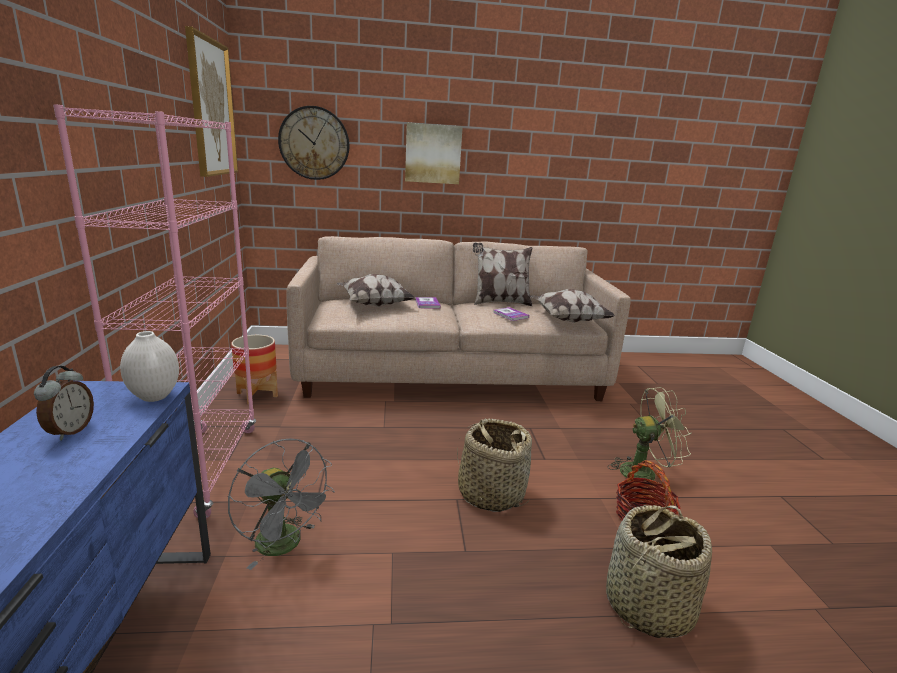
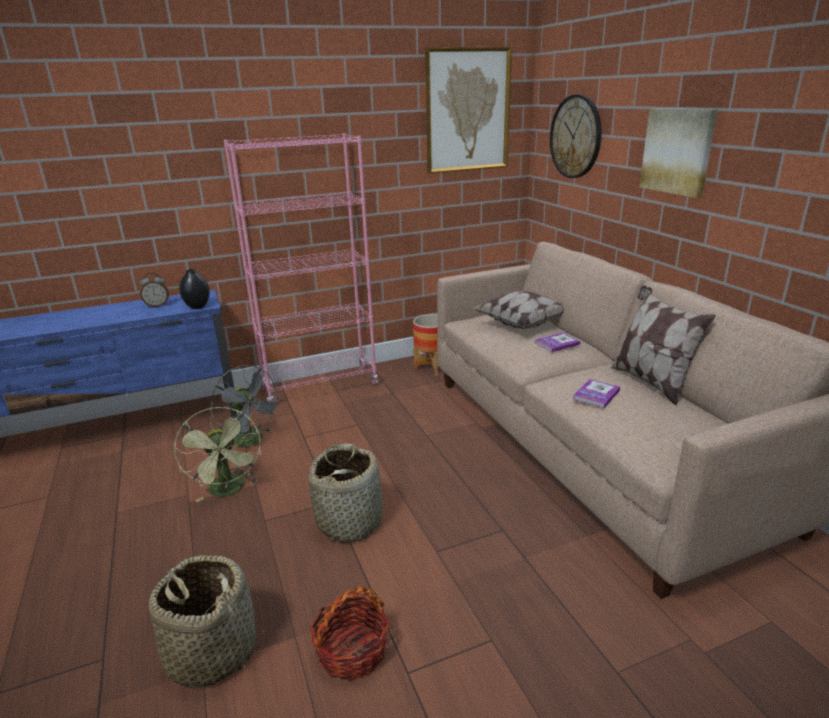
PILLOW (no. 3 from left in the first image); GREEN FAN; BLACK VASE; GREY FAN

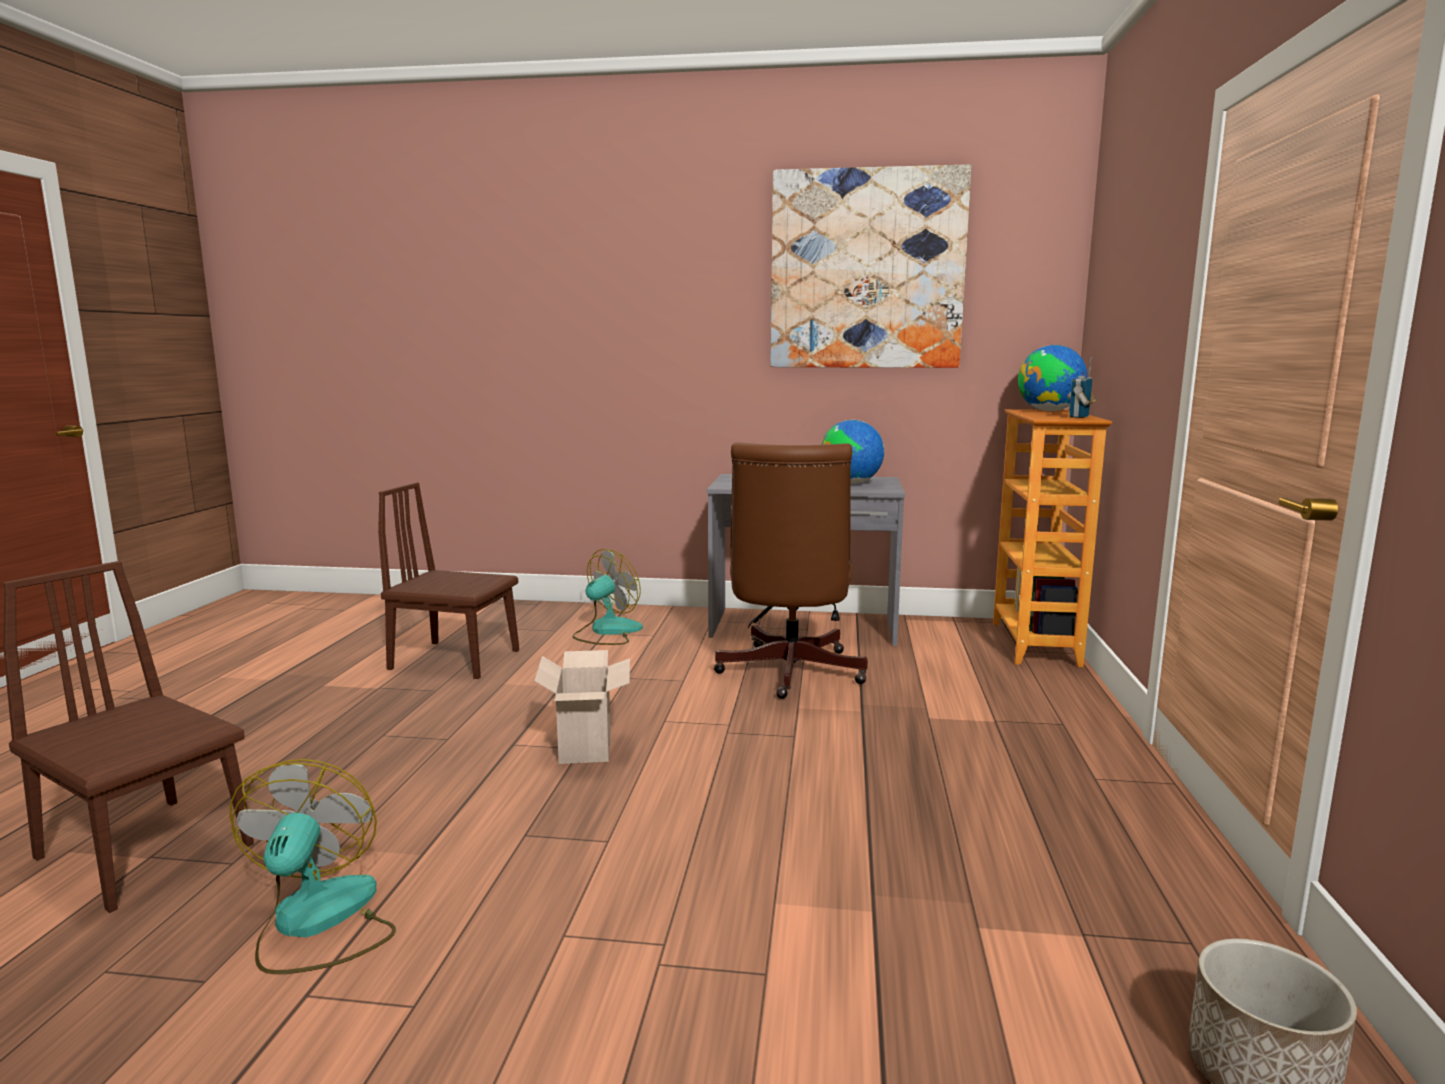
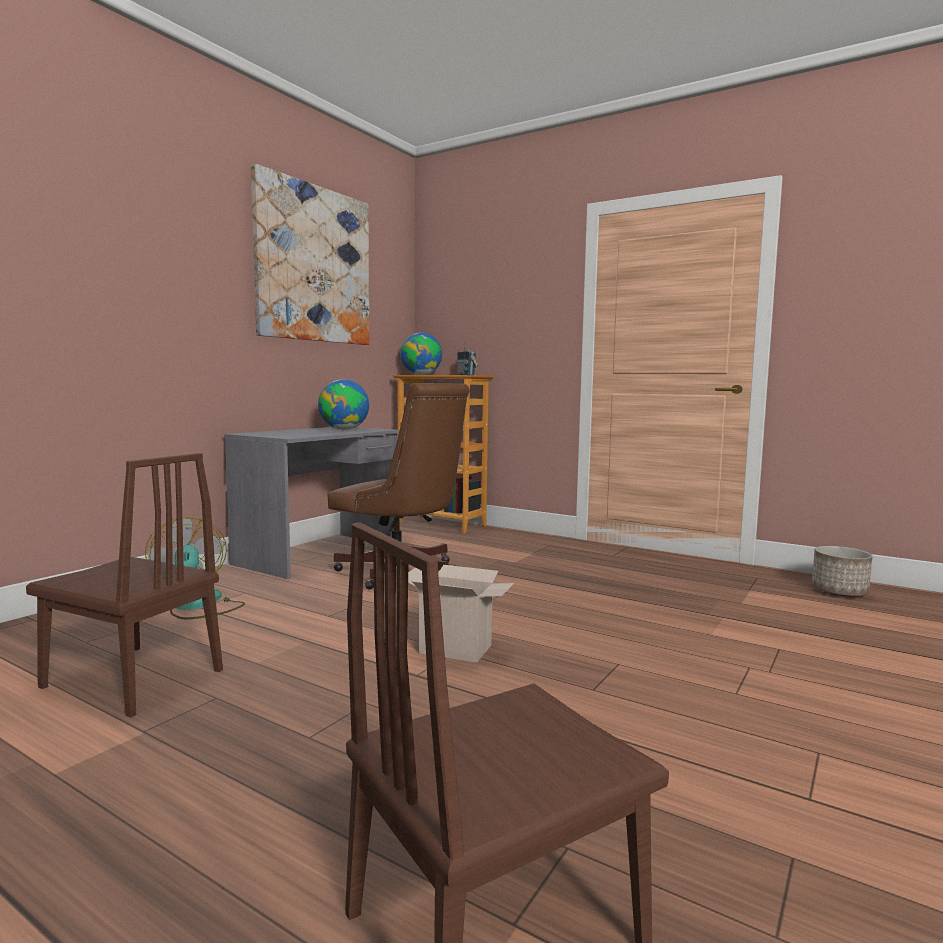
FAN (no. 1 from left in the first image); BROWN CHAIR (no. 1 from left)

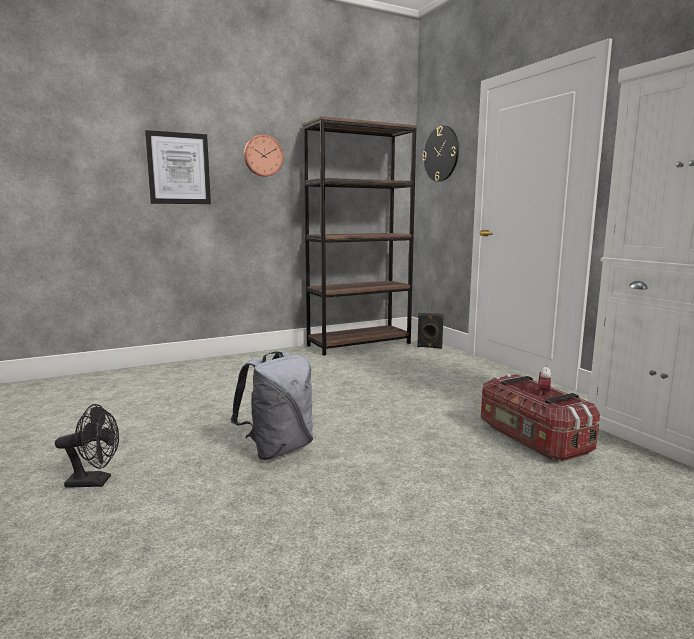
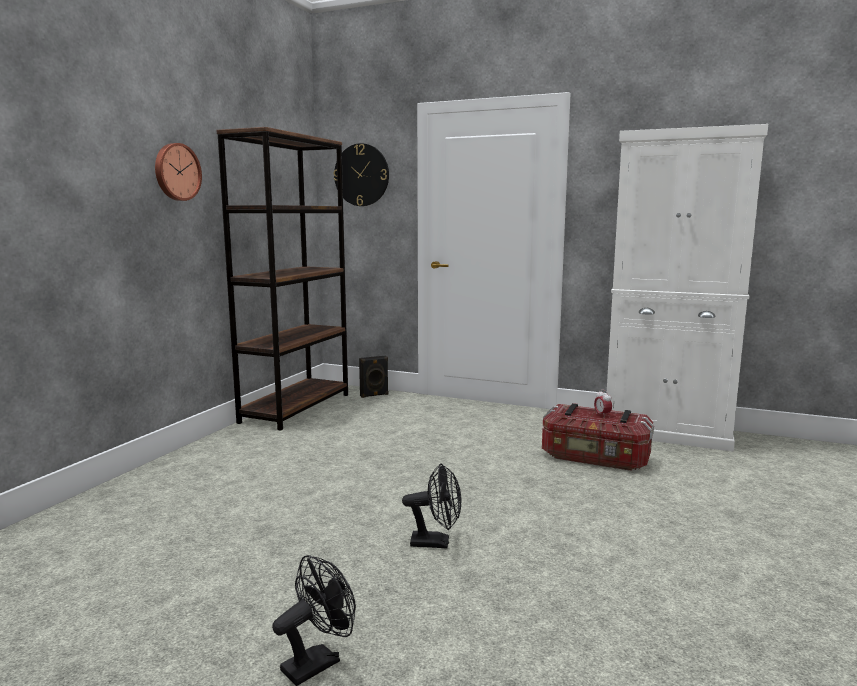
PICTURE; BLACK FAN (no. 2 from left)

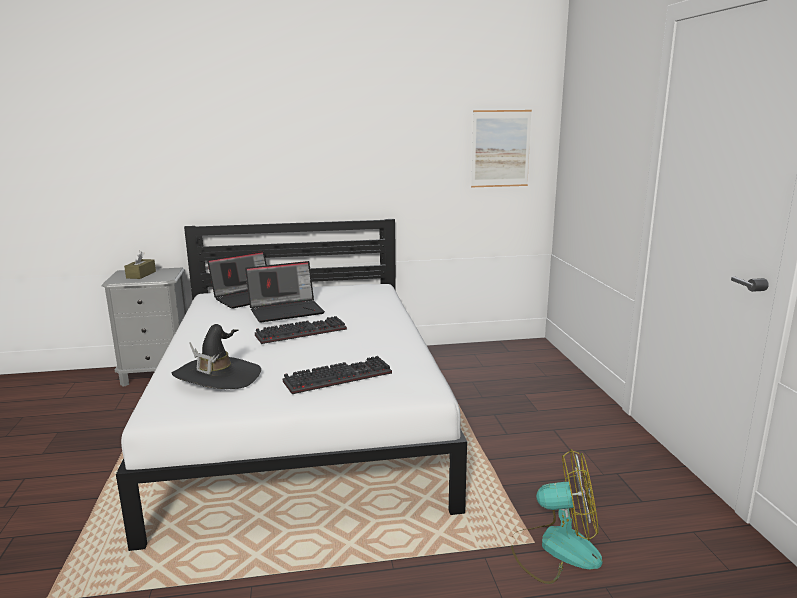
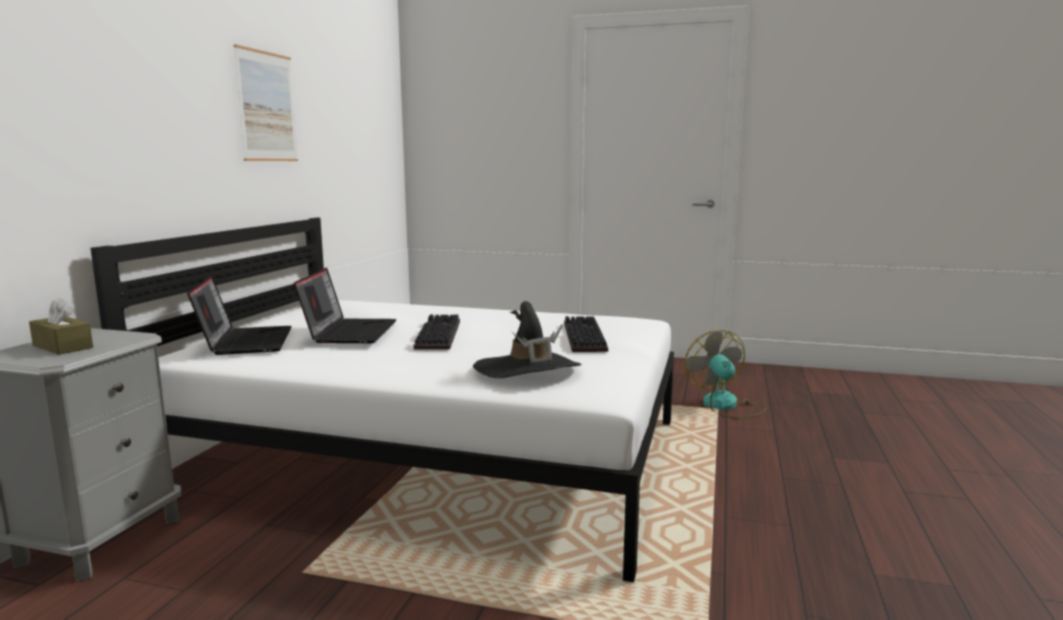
PICTURE; FAN

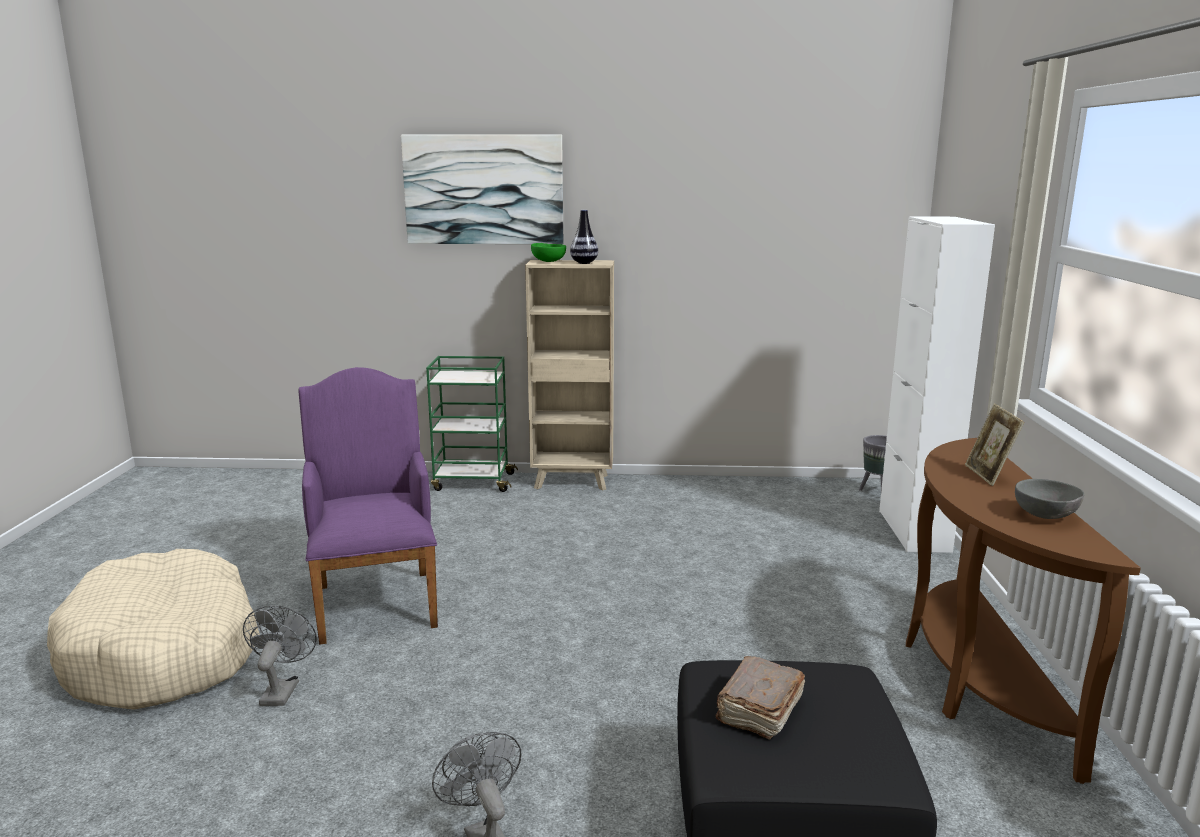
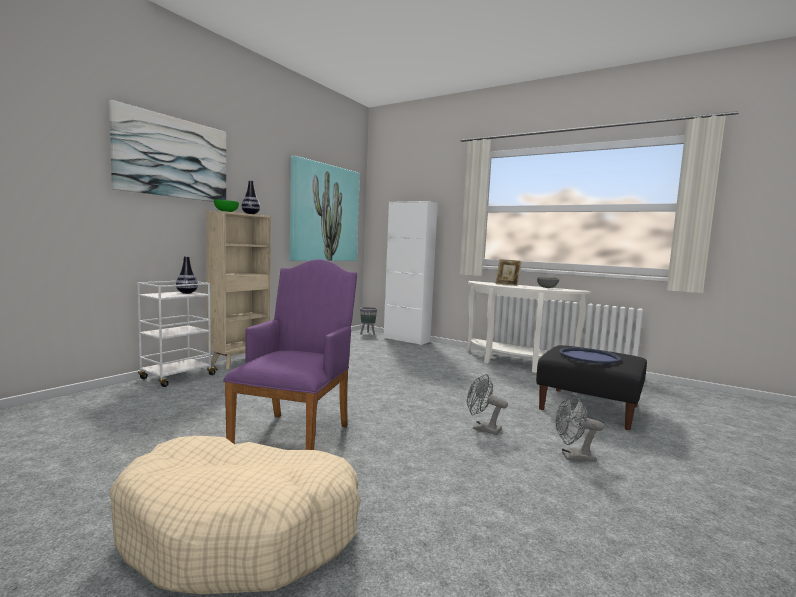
VASE (no. 1 from left); PICTURE (no. 2 from left); GREY FAN (no. 1 from left); BLUE TRAY; WHITE CART; WHITE CONSOLE TABLE; PURPLE ARMCHAIR

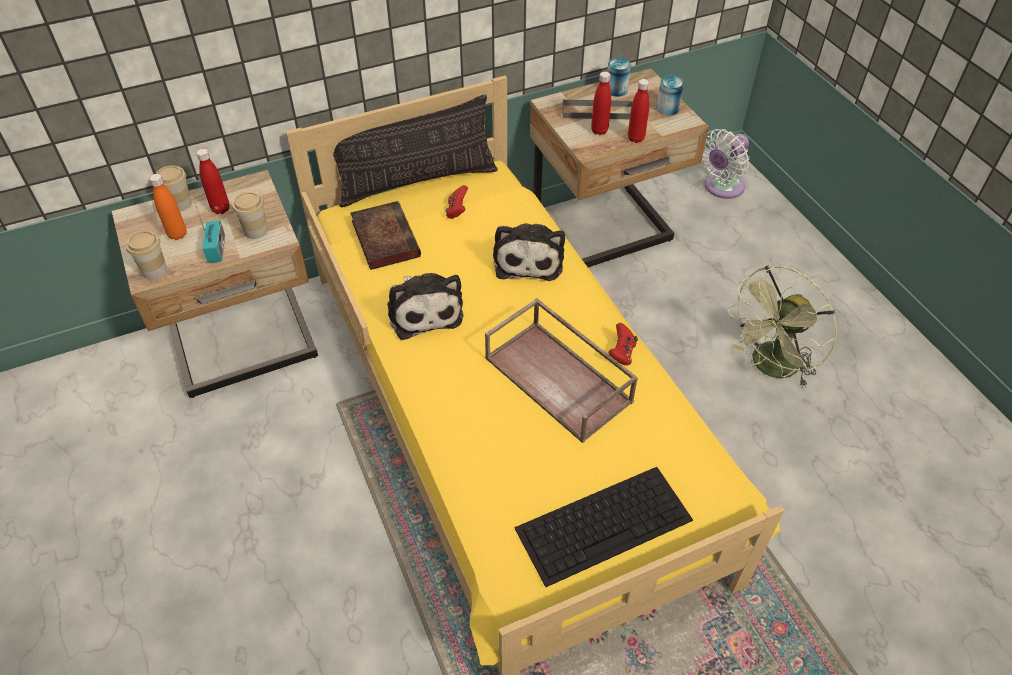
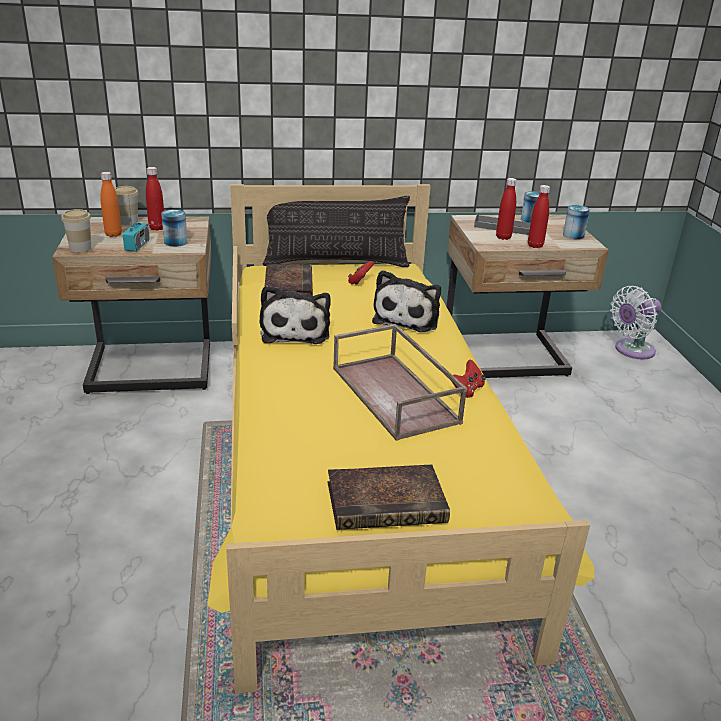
GREEN FAN; CAN (no. 1 from left); BOOK (no. 2 from left)

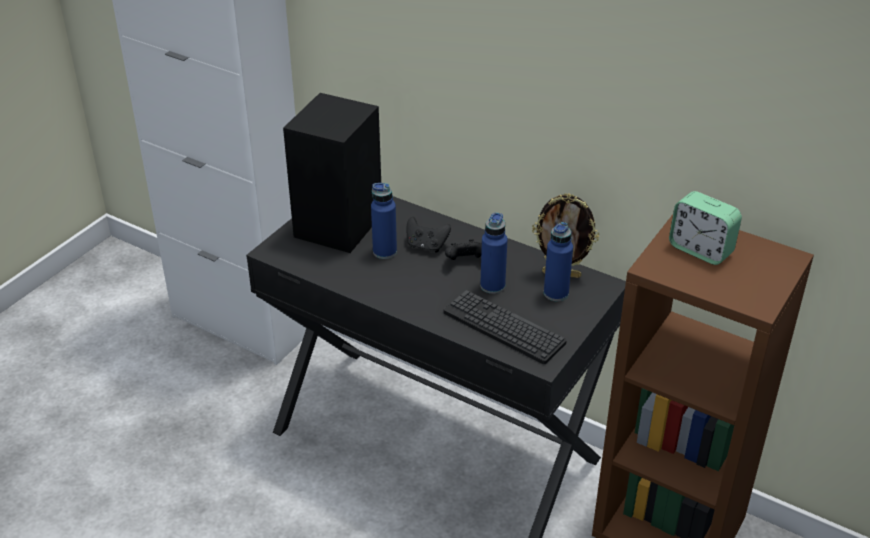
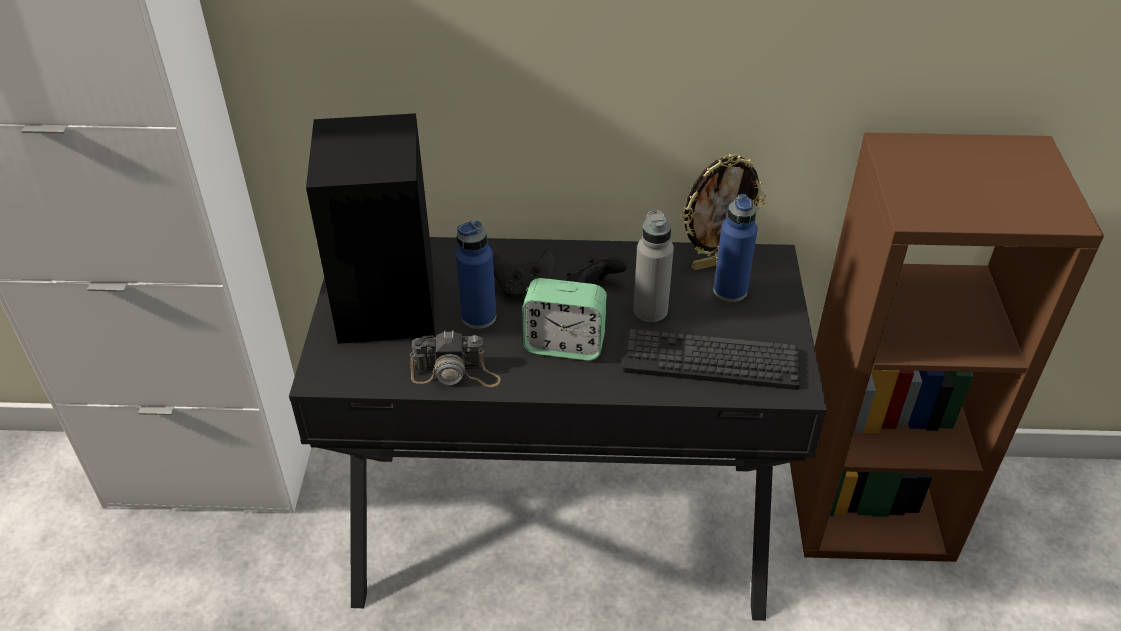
PHOTO CAMERA; ALARM CLOCK; GREY BOTTLE

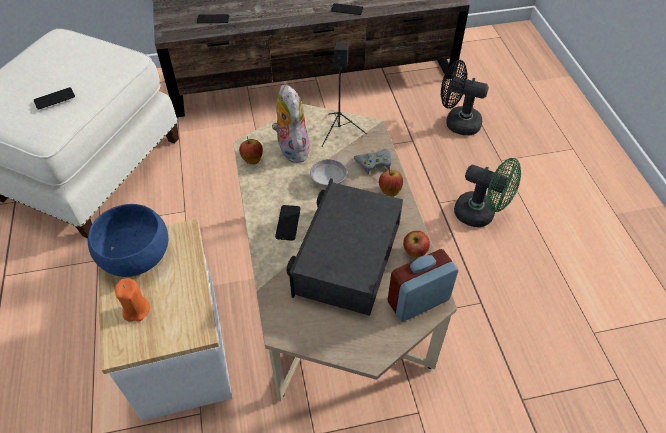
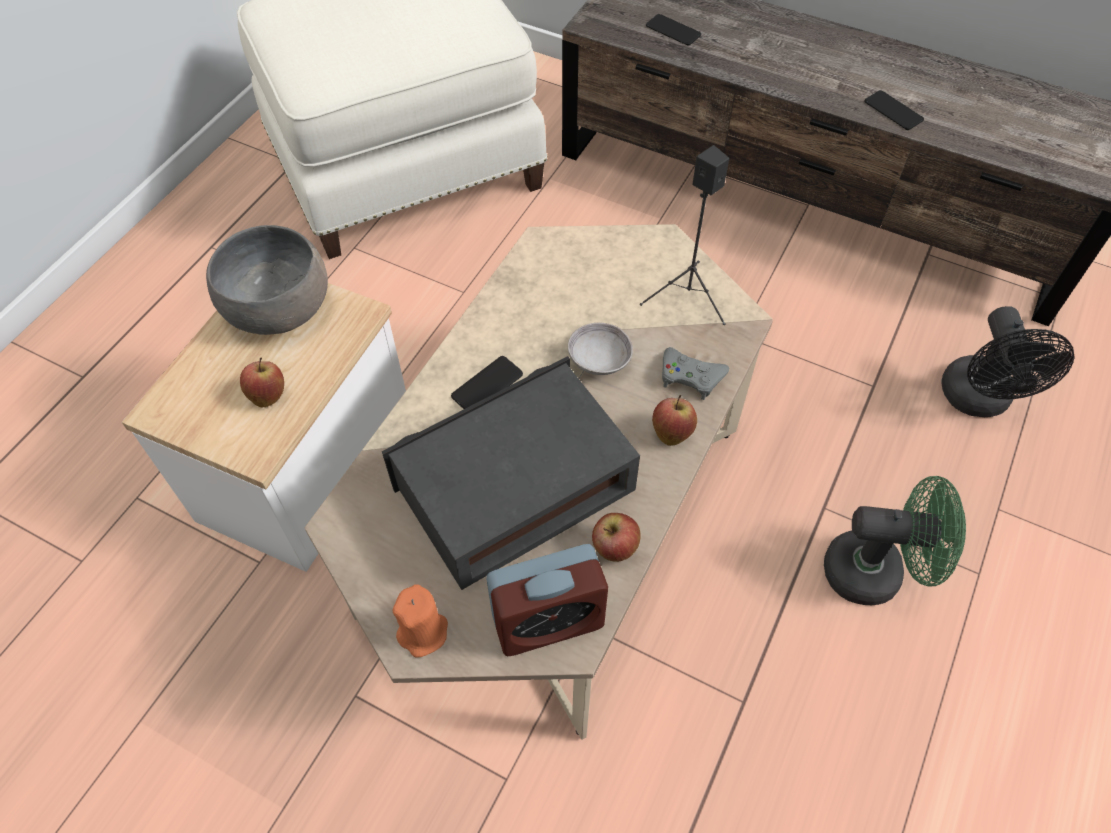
PHONE (no. 1 from left in the first image); PLUSH TOY; ORANGE CANDLE; APPLE (no. 1 from left); GREY BOWL (no. 1 from left); ALARM CLOCK; BLACK FAN; GREEN FAN

